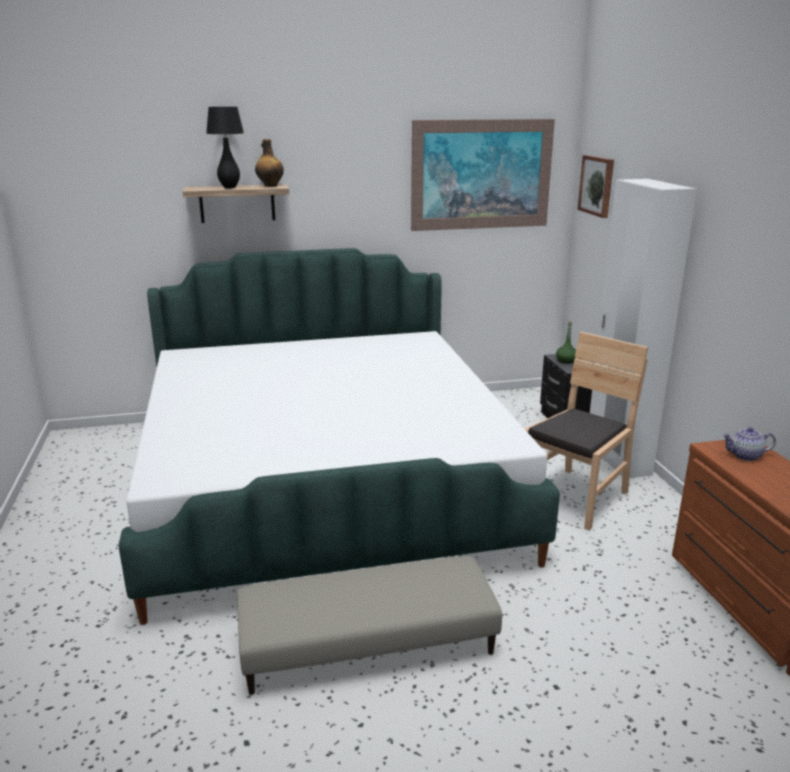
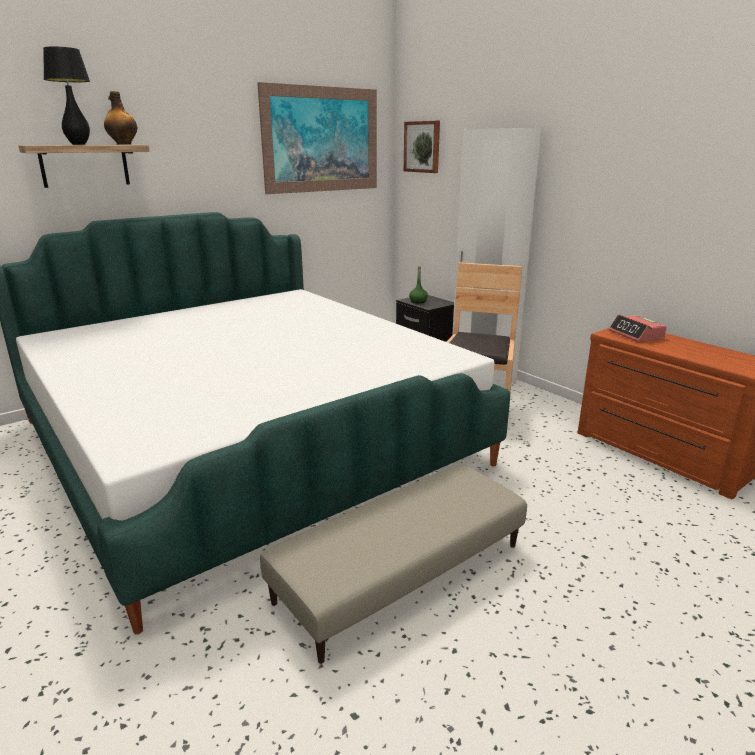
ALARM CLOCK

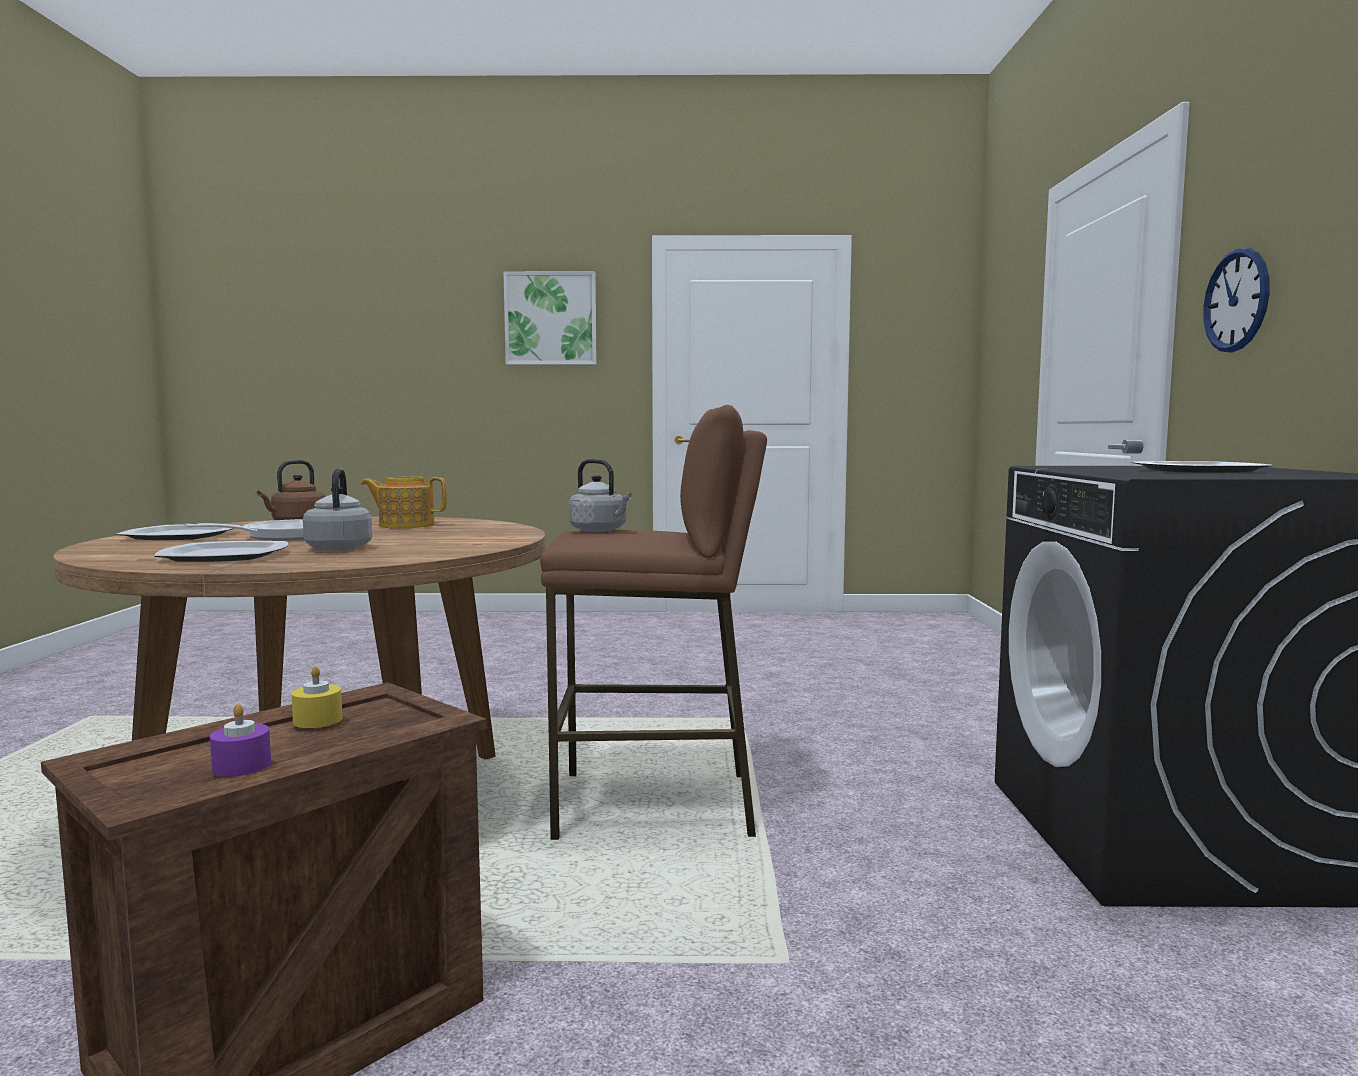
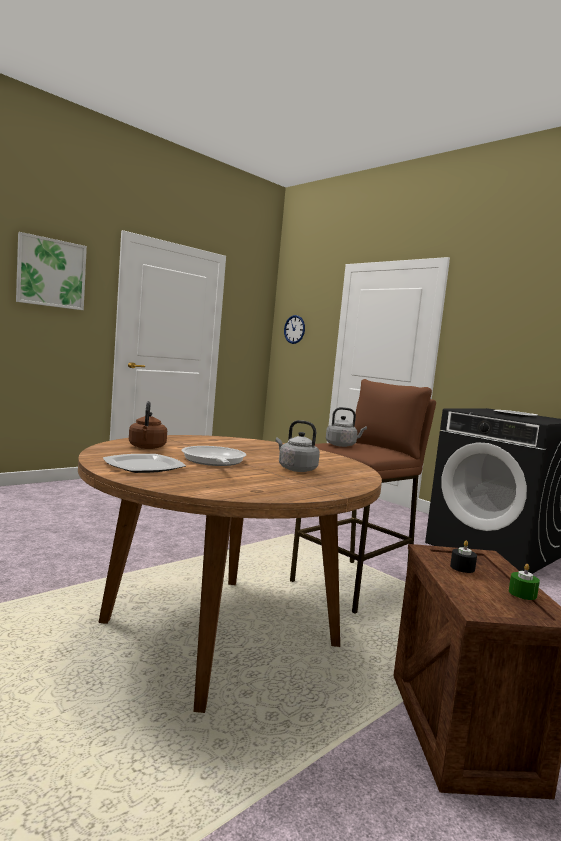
PLATE (no. 2 from left in the first image); TEAPOT; WALL CLOCK; GREEN CANDLE; BLACK CANDLE

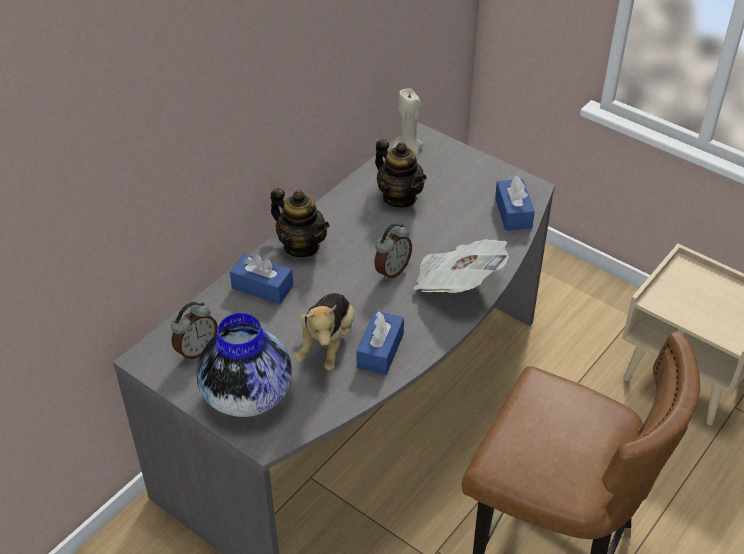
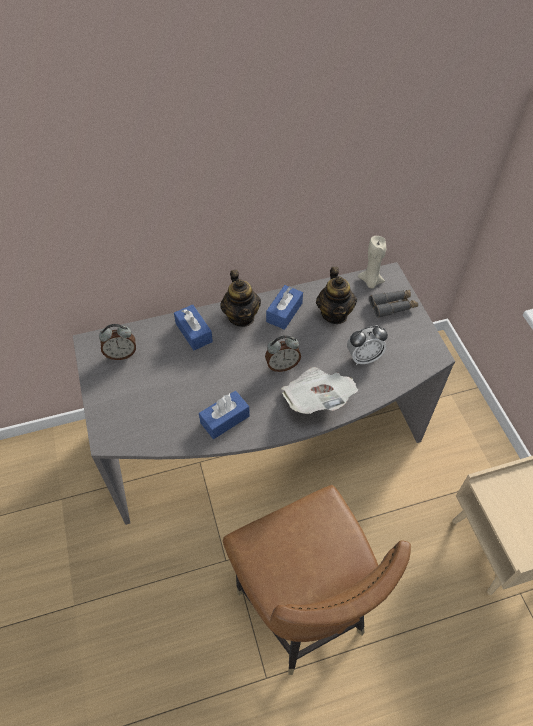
VASE; PLUSH TOY; ALARM CLOCK (no. 3 from left); GREY BINOCULARS; BLUE TISSUE BOX (no. 3 from left)

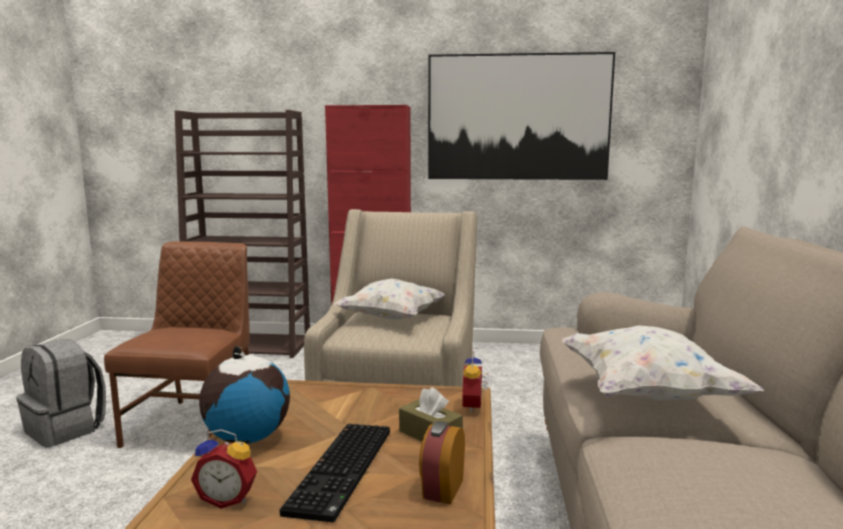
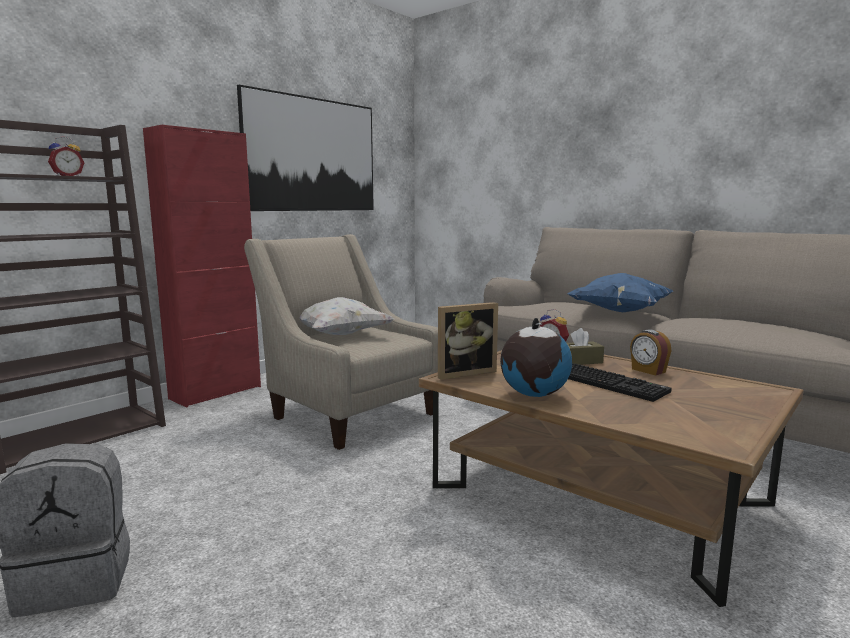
BROWN CHAIR; PICTURE FRAME; ALARM CLOCK (no. 1 from left); BLUE PILLOW

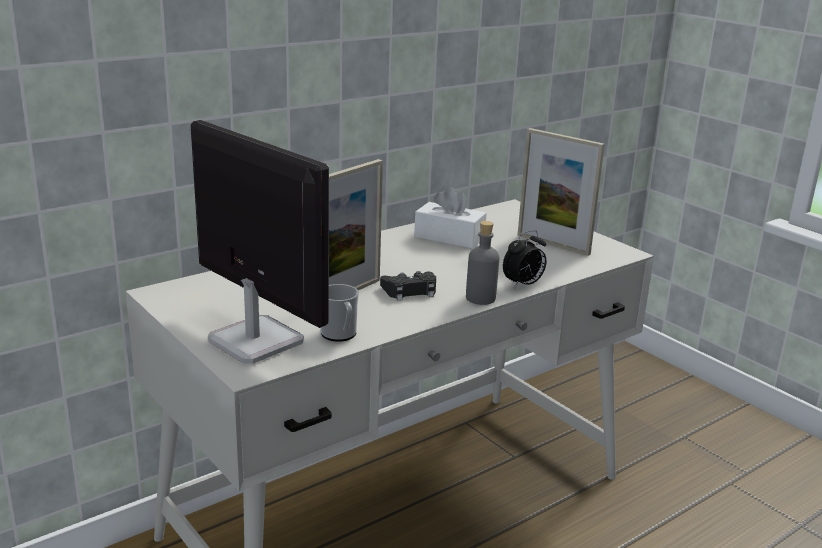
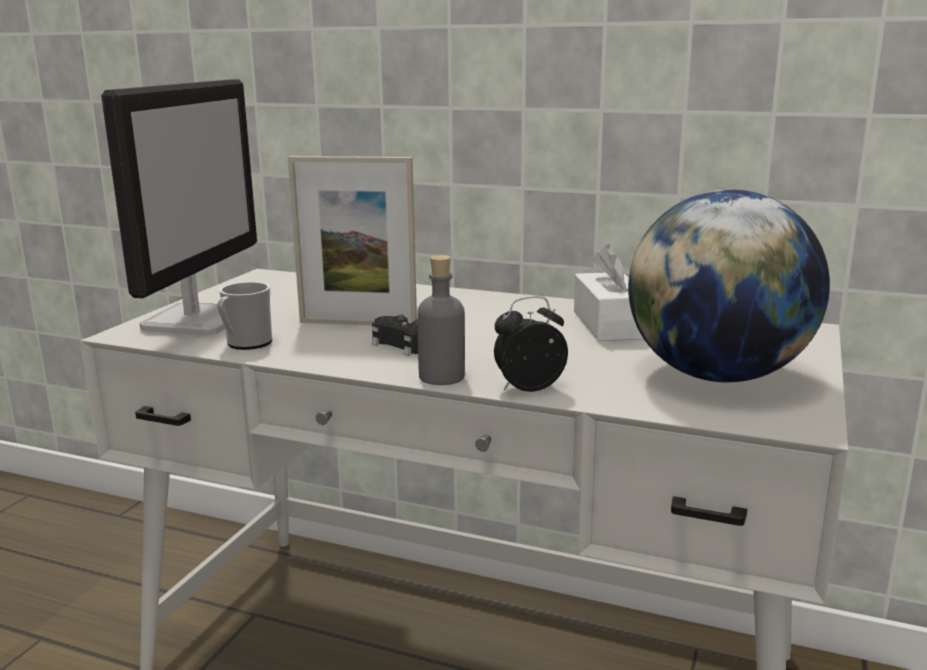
GLOBE; ALARM CLOCK

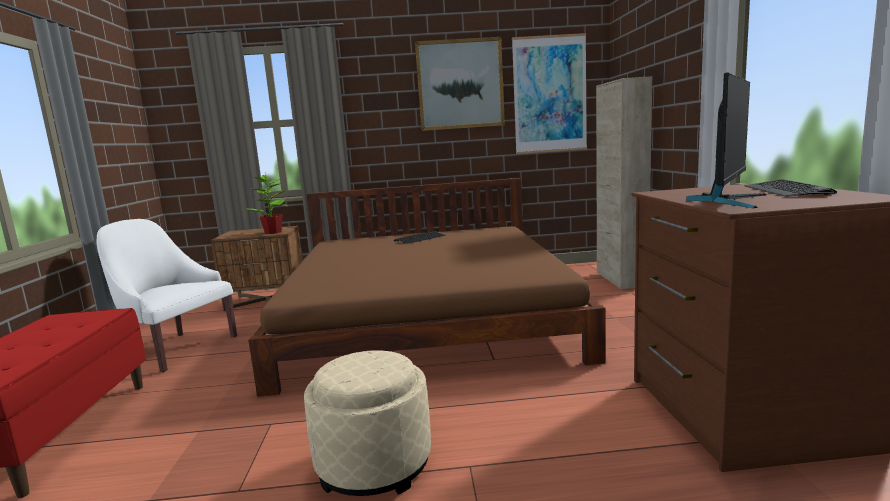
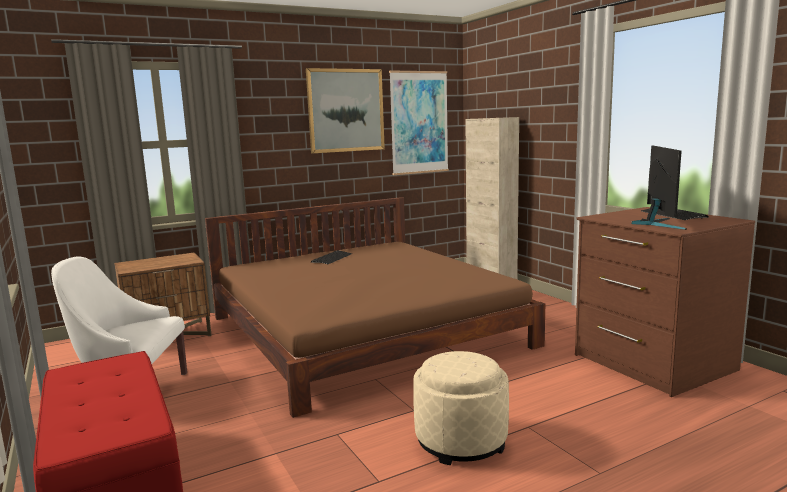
POTTED PLANT

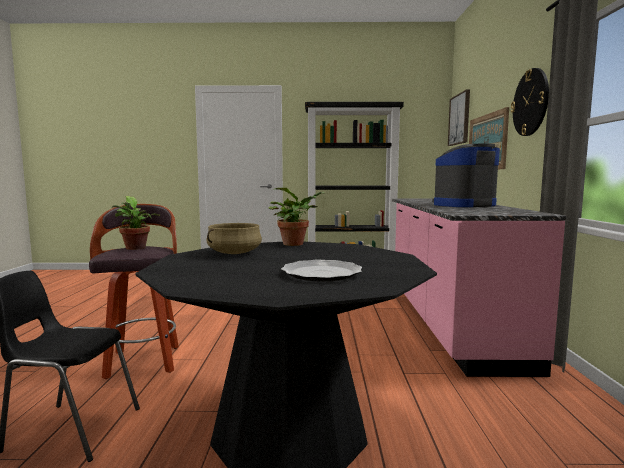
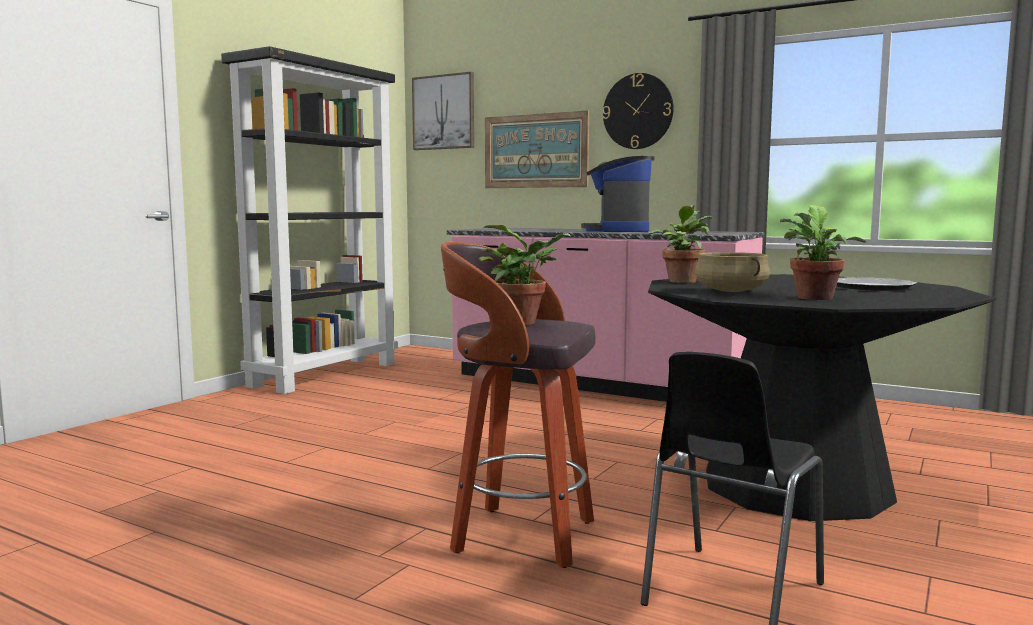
POTTED PLANT (no. 3 from left)

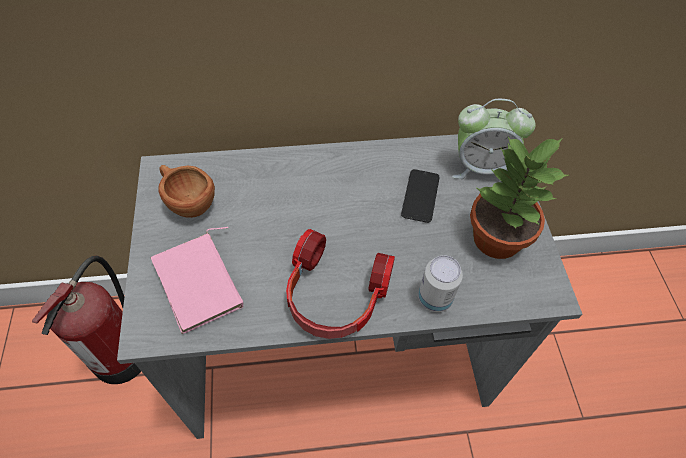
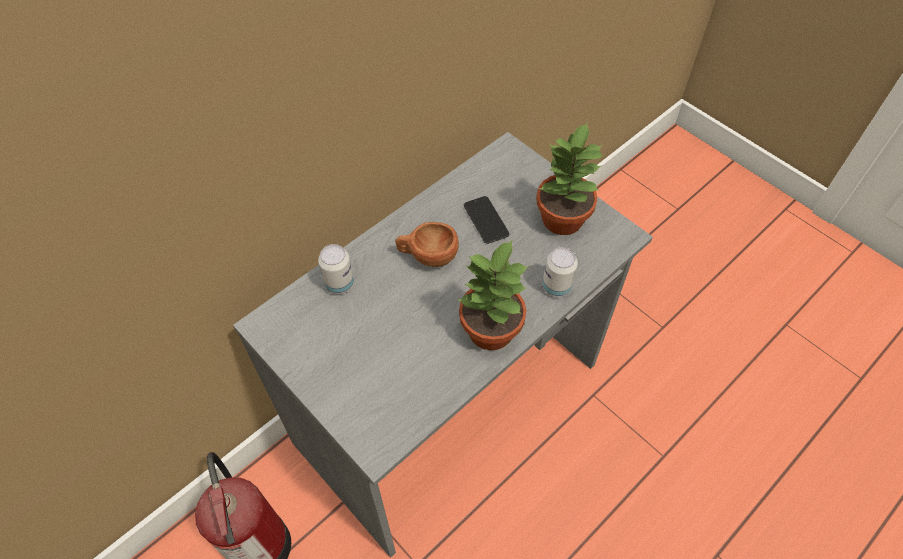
PINK BOOK; ALARM CLOCK; CAN (no. 1 from left); BROWN CUP; POTTED PLANT (no. 1 from left)

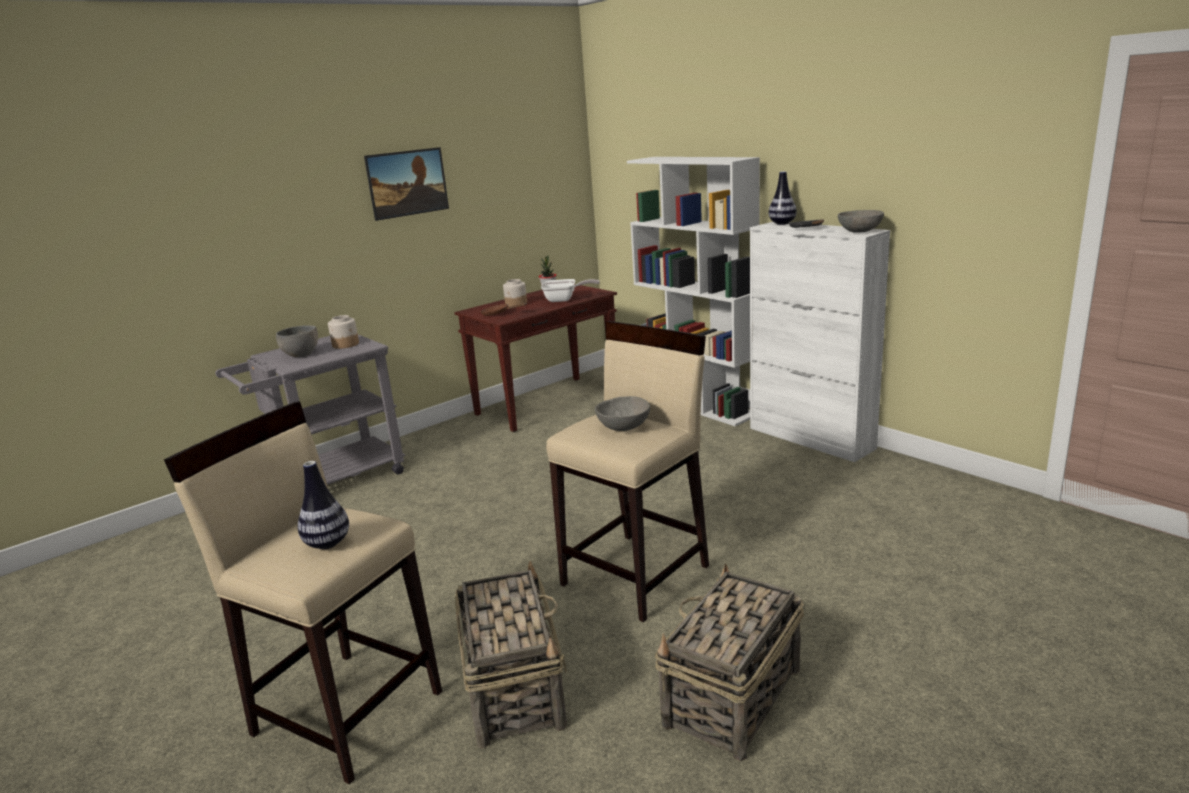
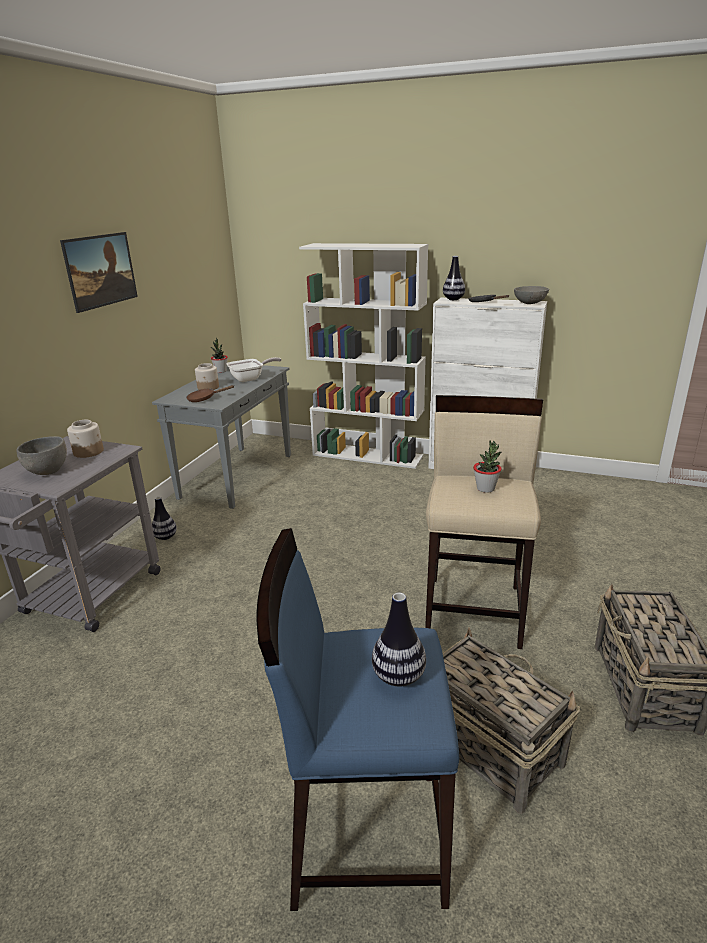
VASE (no. 1 from left); POTTED PLANT (no. 2 from left); BLUE STOOL; GREY CONSOLE TABLE

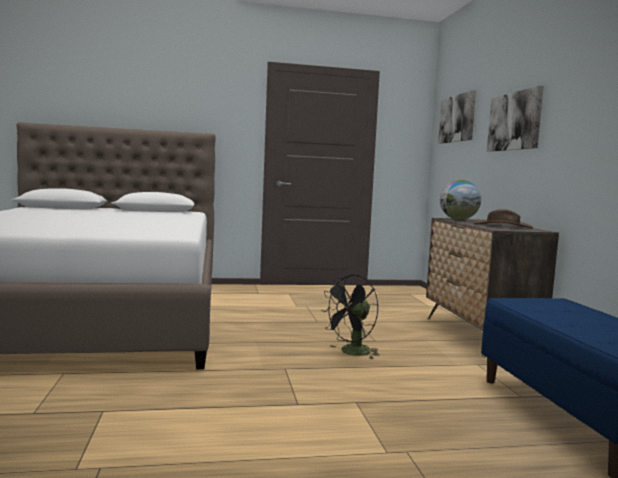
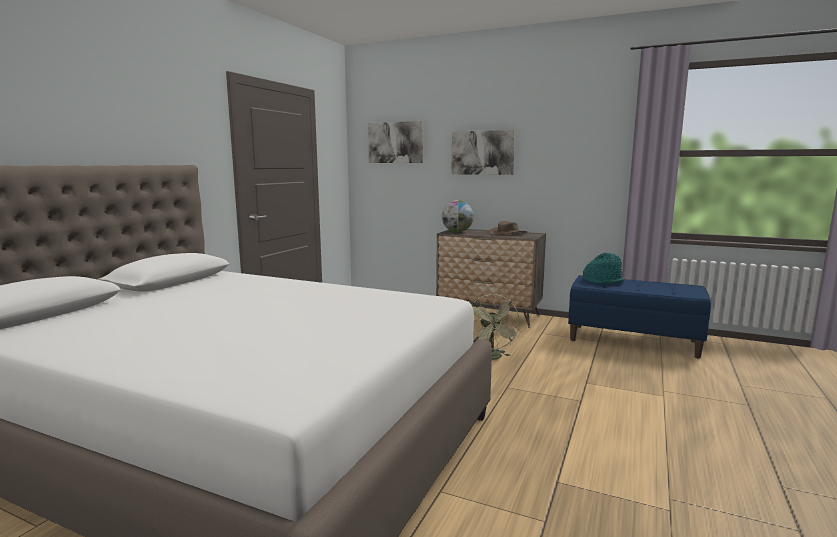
TURQUOISE HAT; GREEN FAN

